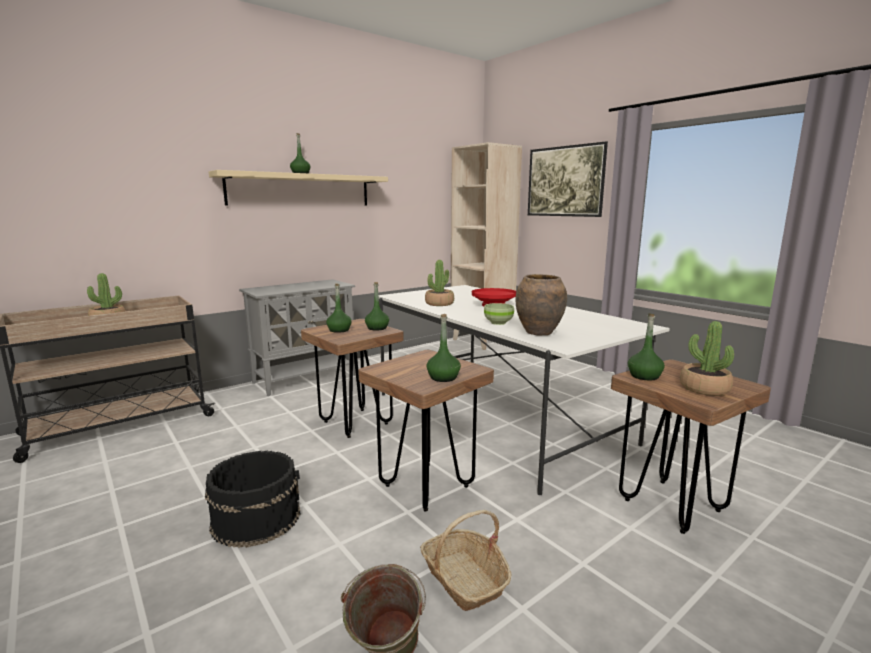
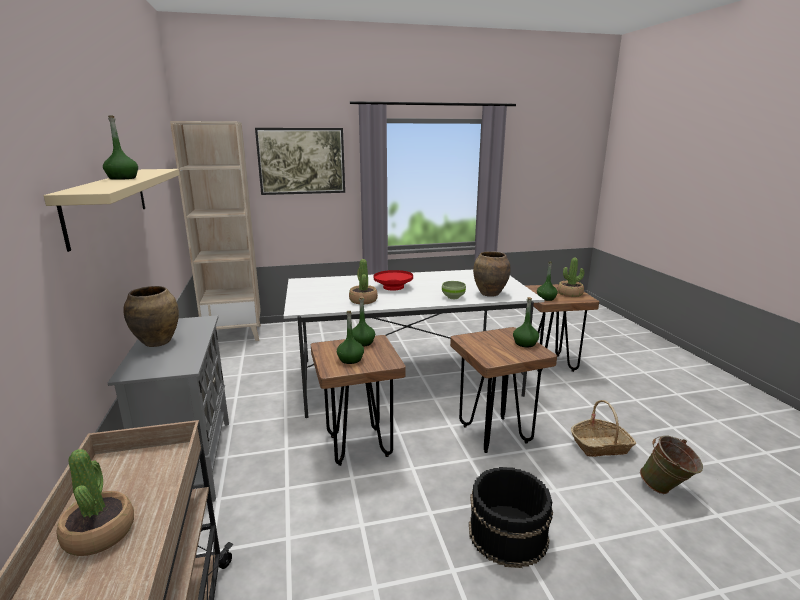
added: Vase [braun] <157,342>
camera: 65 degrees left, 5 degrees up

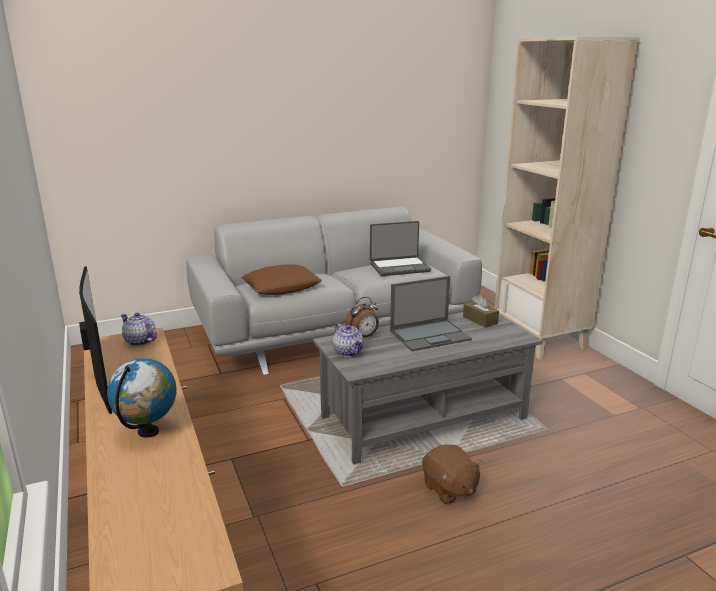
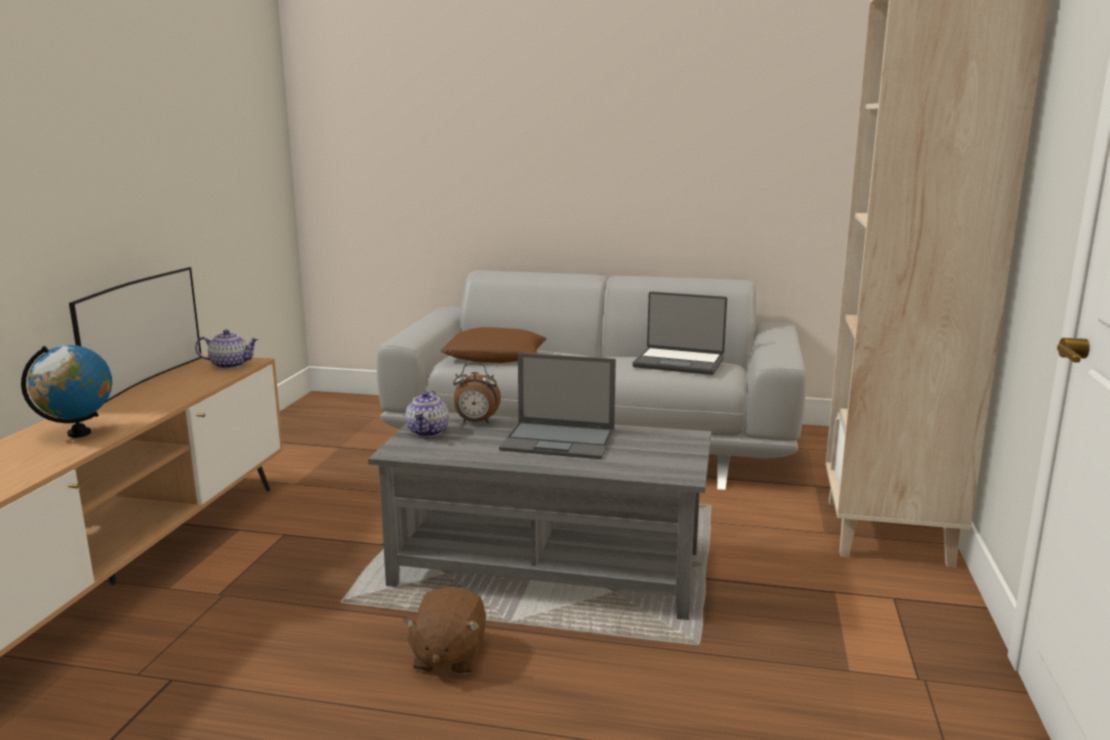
removed: Taschentuchbox [braun] <480,320>
turned: Teekanne <139,341> = <230,365> 105 degrees clockwise
camera: 35 degrees right, 5 degrees down

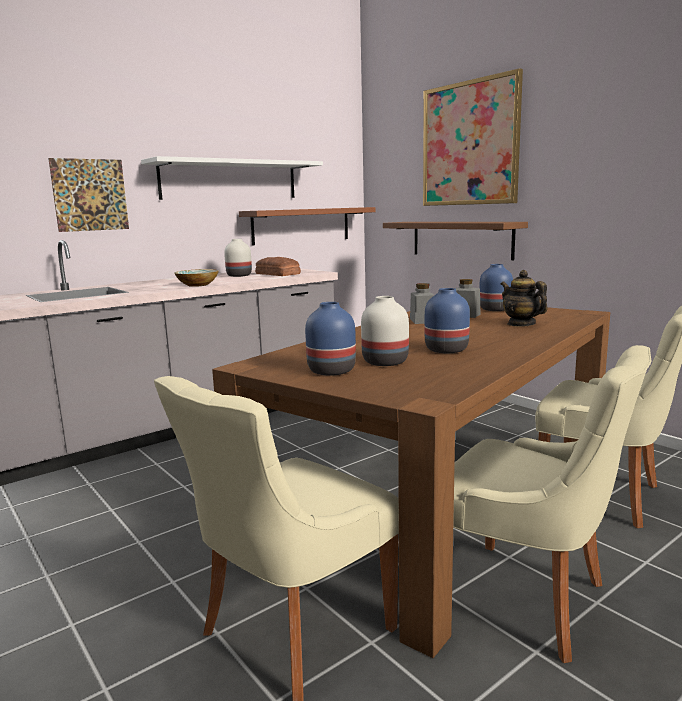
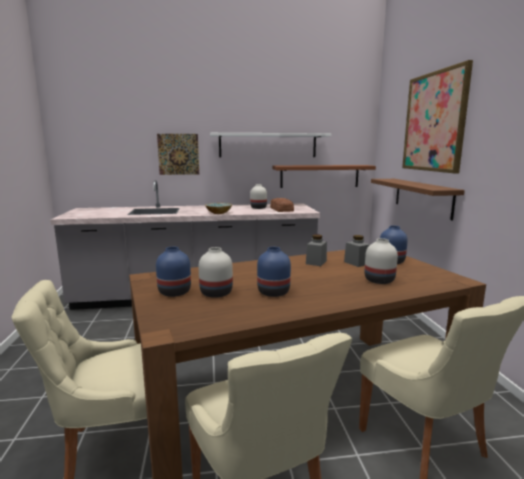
replaced: Teekanne <521,324> to Vase [weiß] <379,280>
camera: 30 degrees right, 0 degrees up

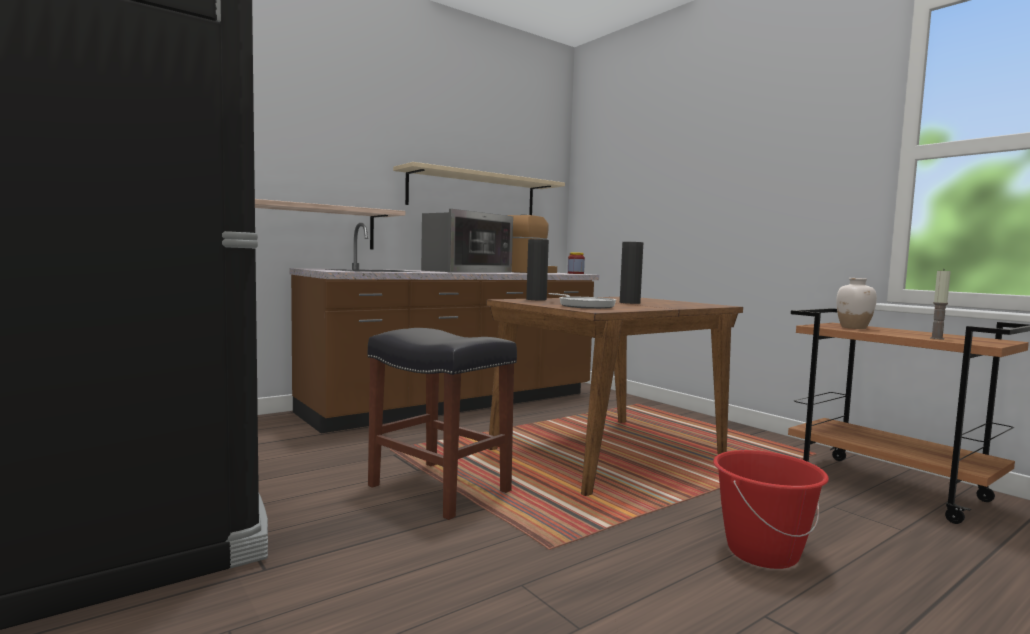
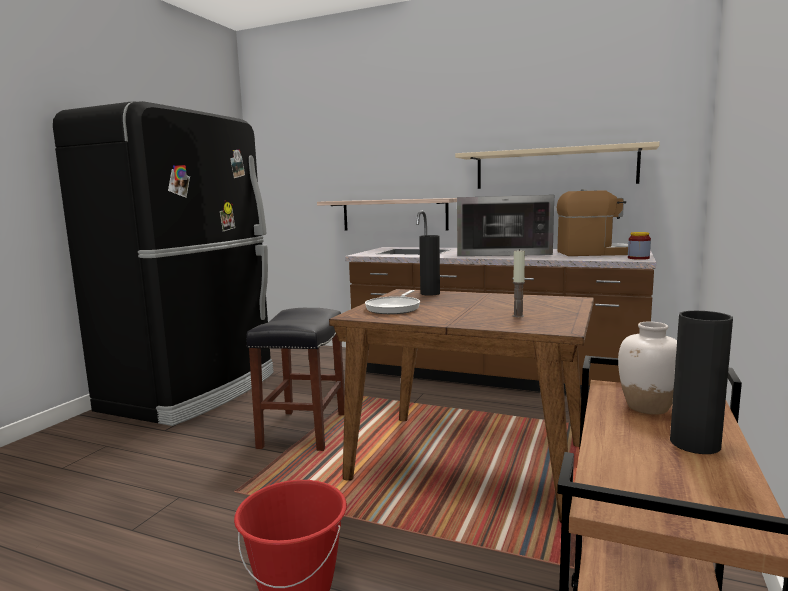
moved: Vase [schwarz] <629,302> to <695,444>; Kerze <937,338> to <518,316>
camera: 60 degrees right, 5 degrees up

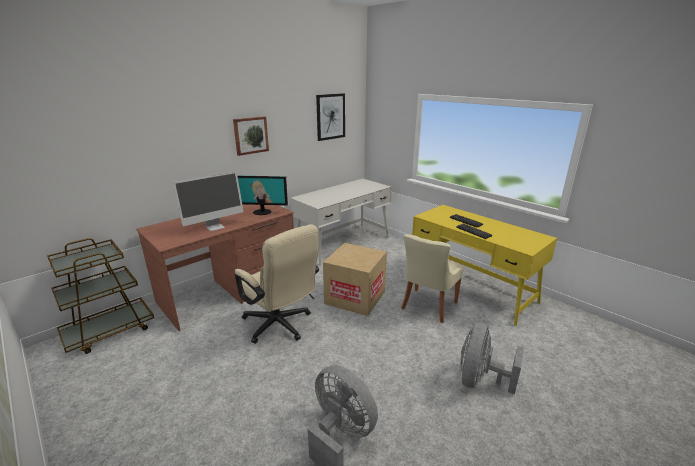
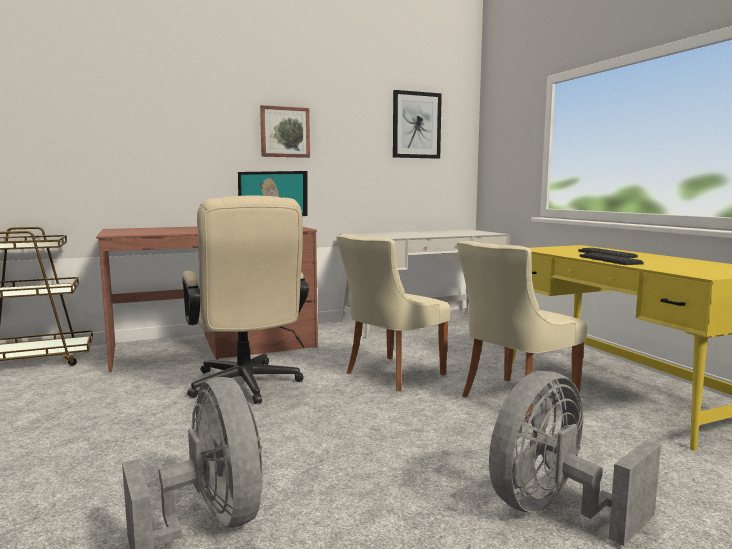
removed: Monitor <215,227>
replaced: Karton <355,297> to Stuhl [beige] <392,374>
camera: 20 degrees right, 15 degrees down

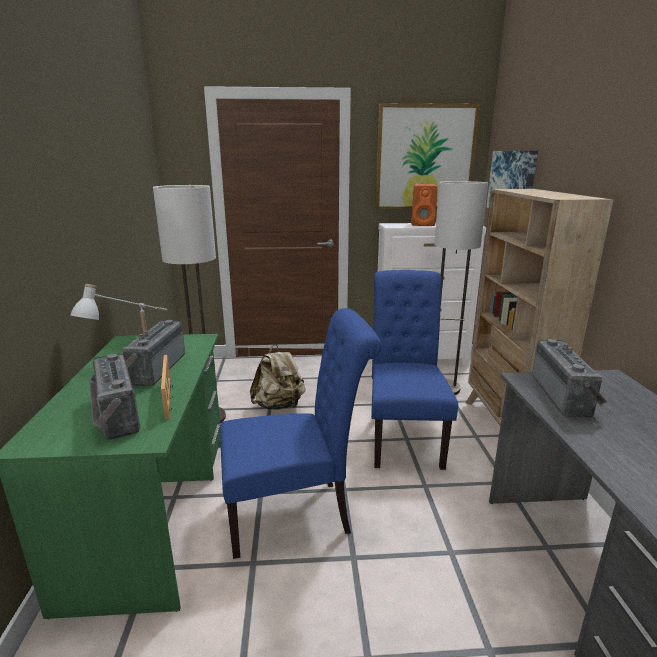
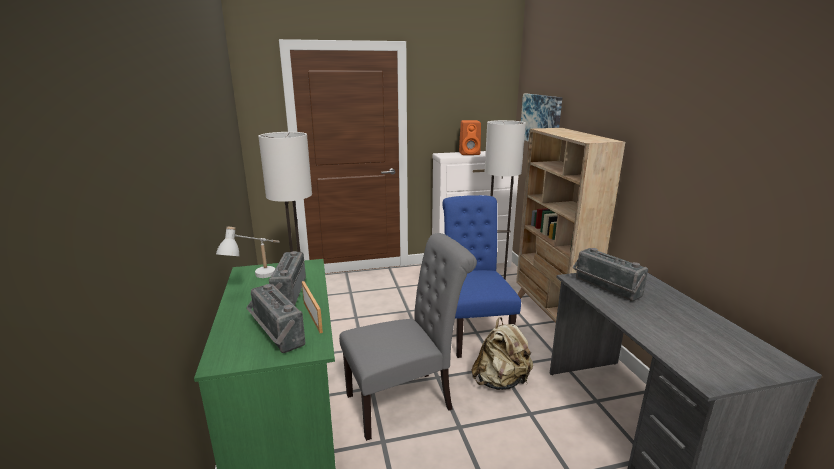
removed: Bild <425,158>
moved: Rucksack [beige] <279,405> to <501,381>
recoloured: Stuhl [blau] <296,514> to Stuhl [grau] <406,400>
turned: Radio <564,396> = <605,288> 150 degrees clockwise
camera: 10 degrees left, 0 degrees up

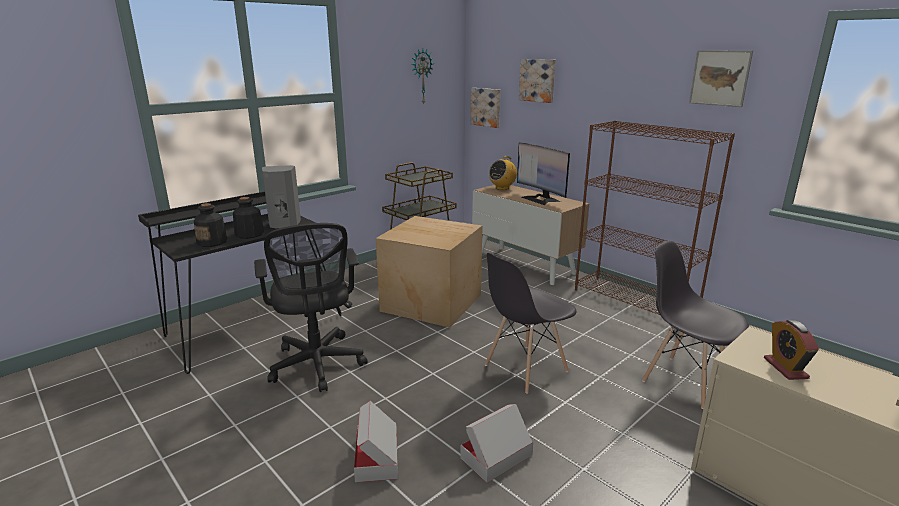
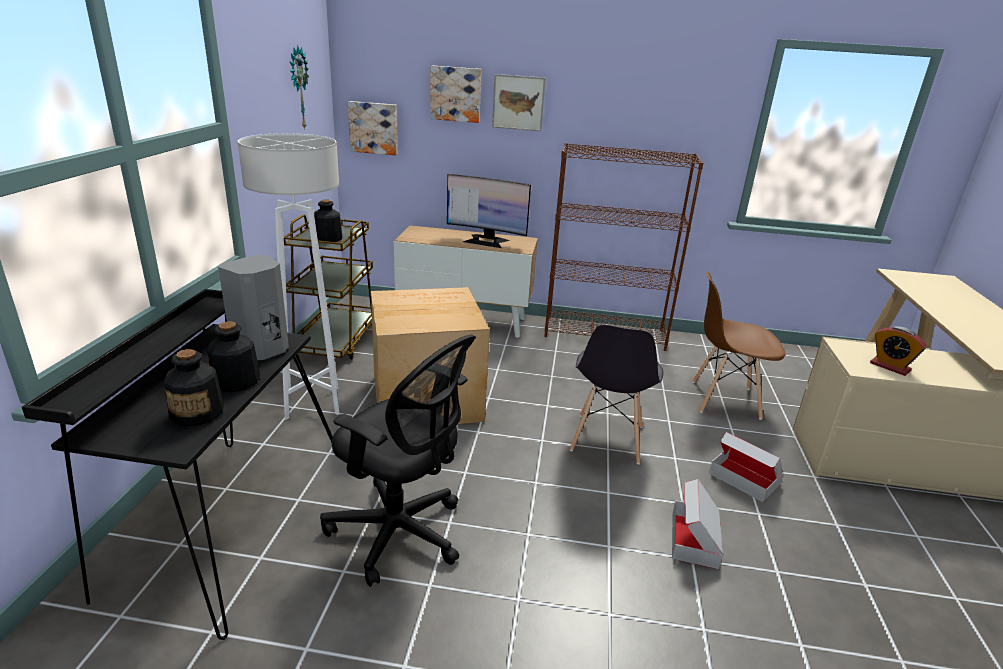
removed: Radio <502,188>
added: Stehlampe [weiß] <312,403>; Flasche <327,239>
moved: Karton <377,457> to <744,479>; Bild <720,78> to <518,102>
recoloured: Stuhl [grau] <684,381> to Stuhl [braun] <724,399>
camera: 40 degrees left, 5 degrees up

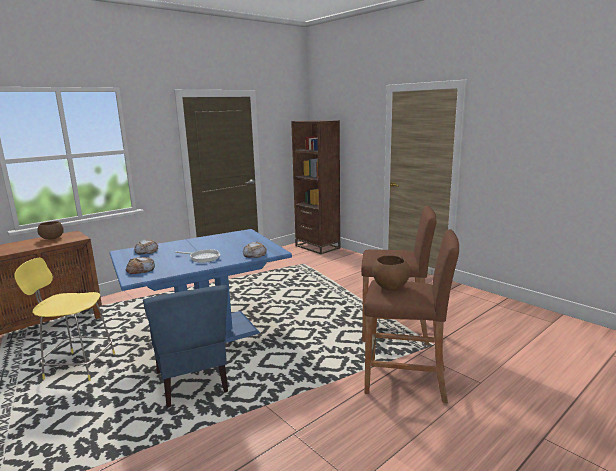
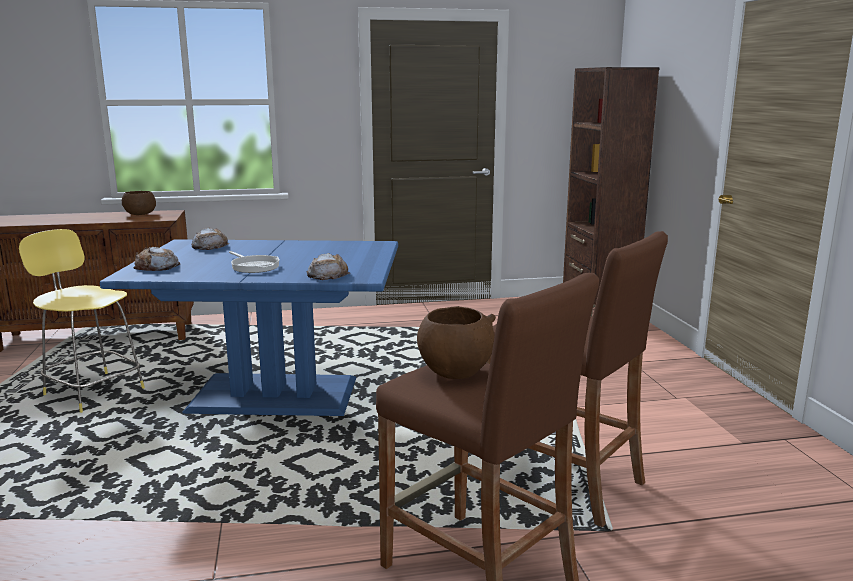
removed: Stuhl [blau] <193,381>
camera: 30 degrees right, 0 degrees up

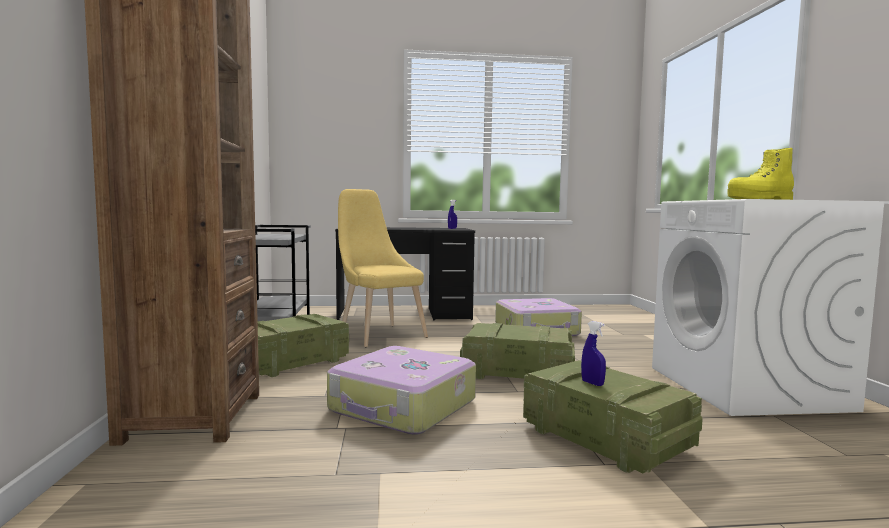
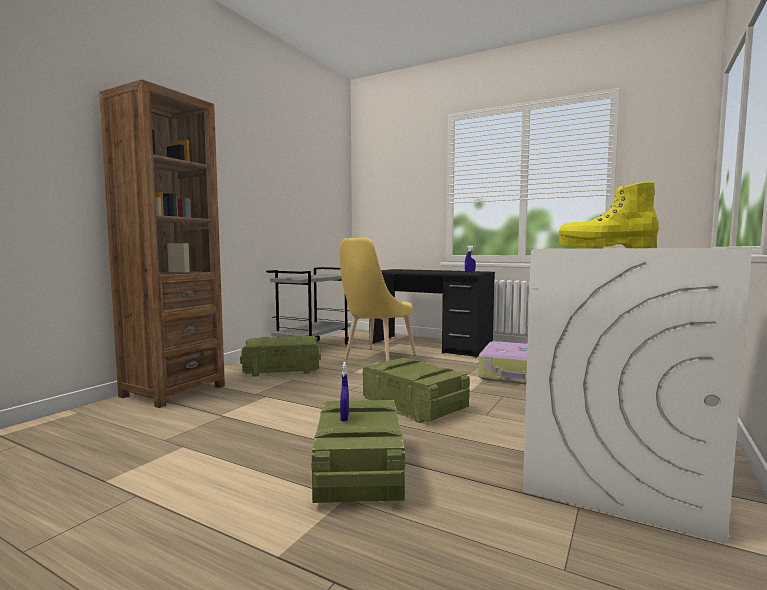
removed: Koffer <403,406>
turned: Stuhl [gelb] <378,334> = <377,358> 150 degrees counterclockwise
camera: 35 degrees right, 0 degrees up

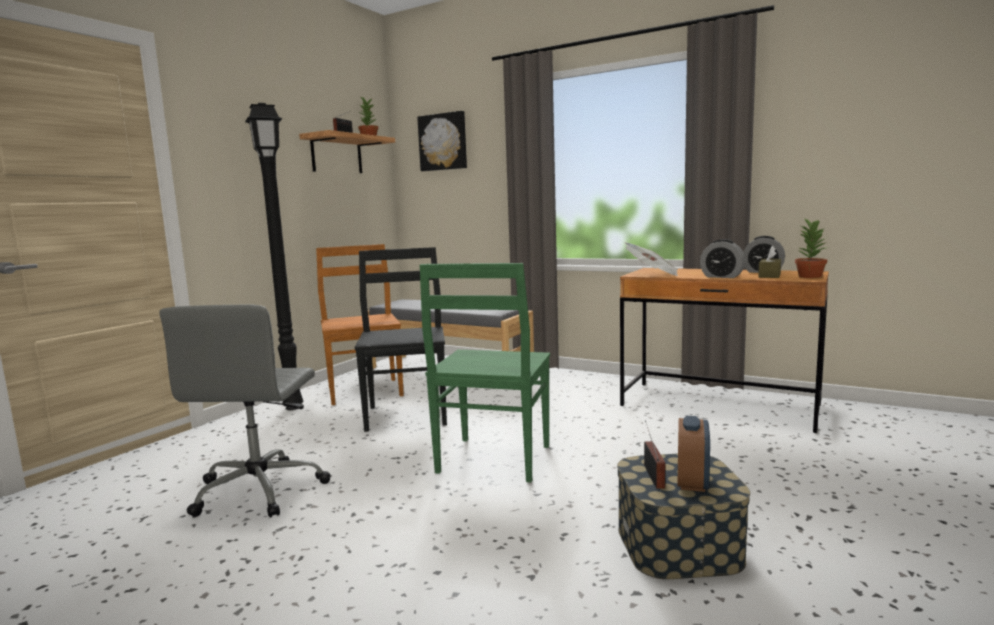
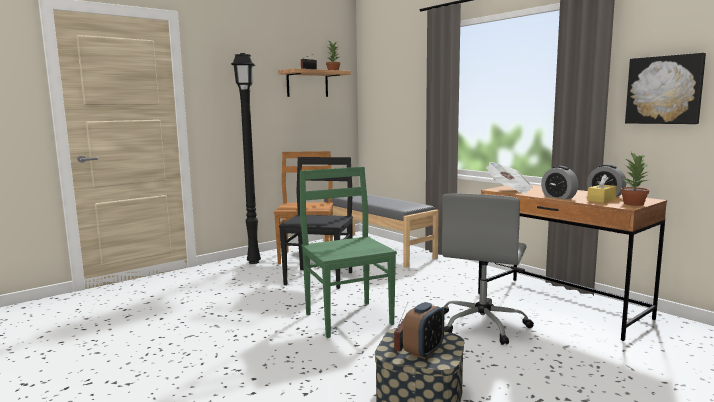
moved: Bürostuhl [grau] <260,489> to <482,324>; Bild <443,142> to <664,90>
recoloured: Taschentuchbox [braun] <769,275> to Taschentuchbox [gelb] <601,199>
turned: Stuhl [grün] <493,460> = <348,318> 120 degrees clockwise
camera: 20 degrees right, 0 degrees up

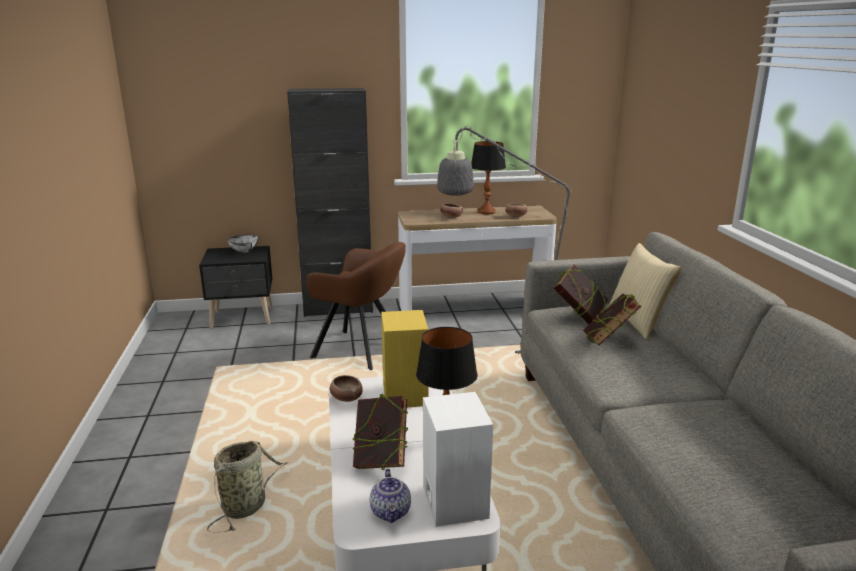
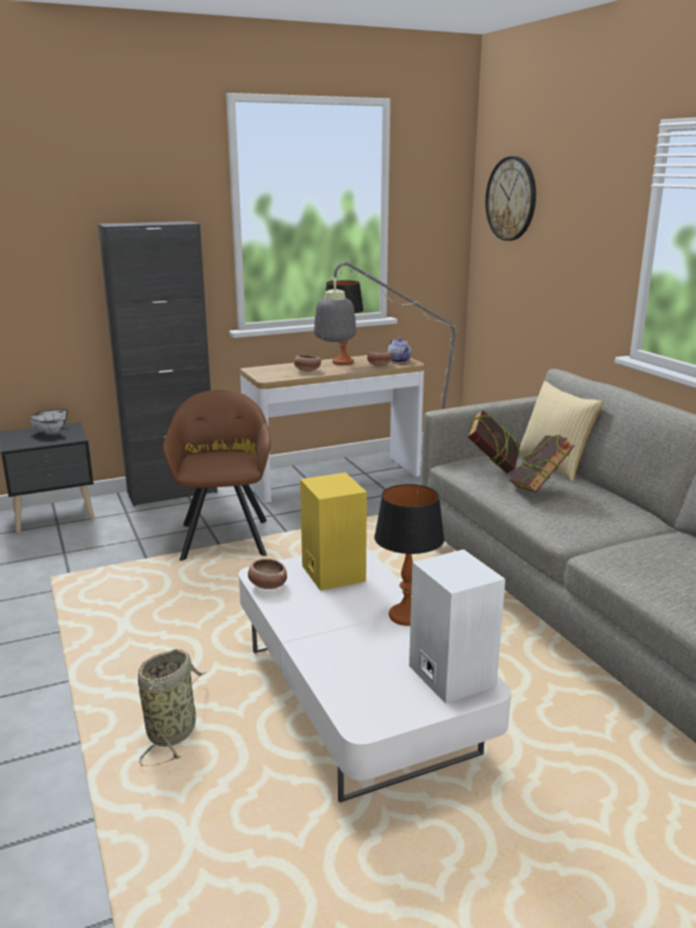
removed: Buch <381,460>
added: Wanduhr <511,199>
moved: Teekanne <391,512> to <399,361>
turned: Sessel [braun] <361,350> = <225,537> 105 degrees counterclockwise
camera: 15 degrees left, 0 degrees up

